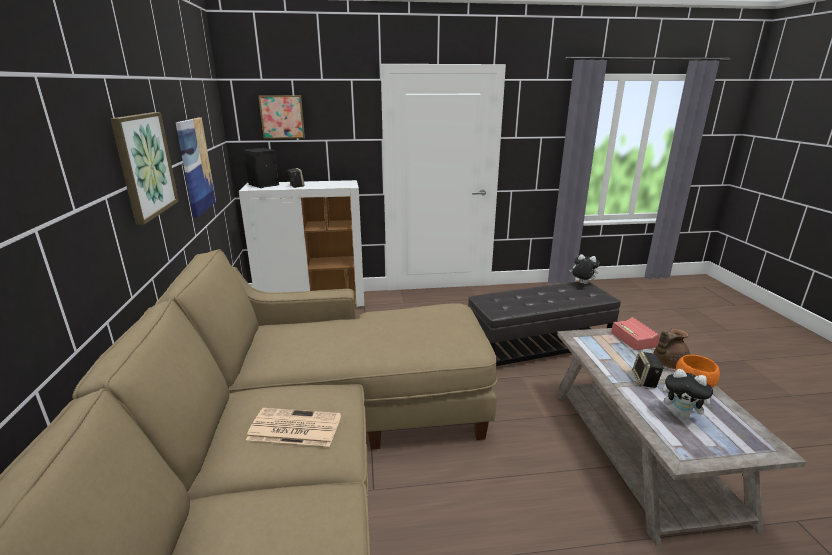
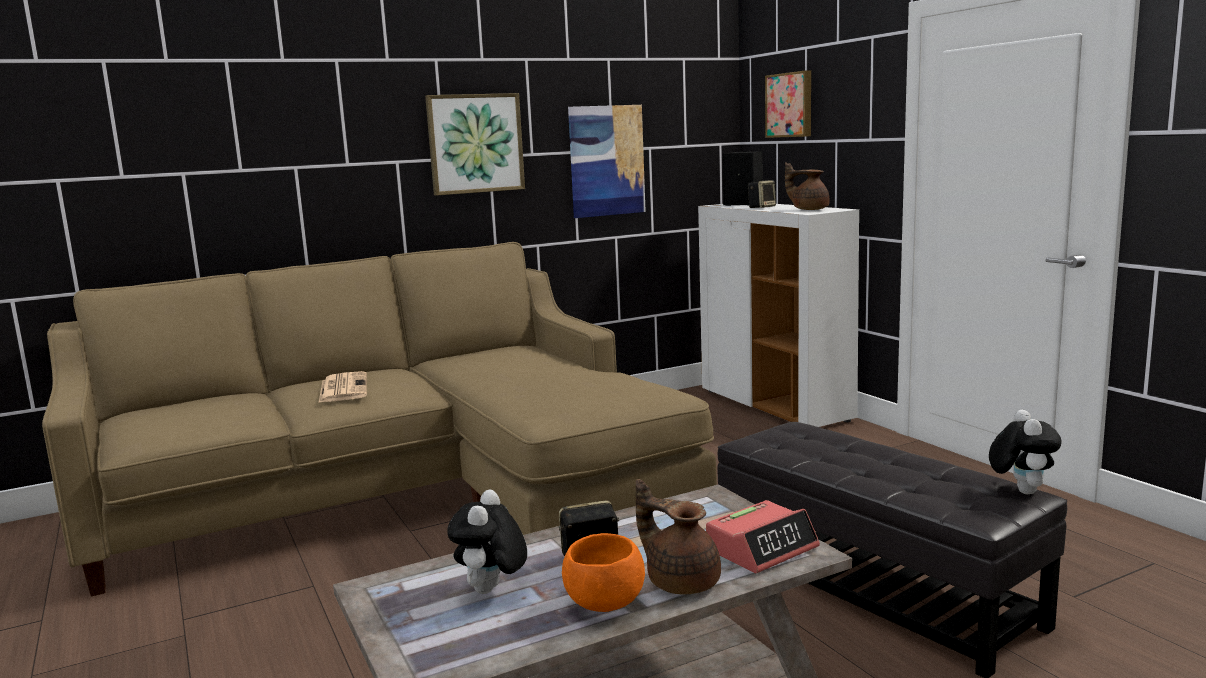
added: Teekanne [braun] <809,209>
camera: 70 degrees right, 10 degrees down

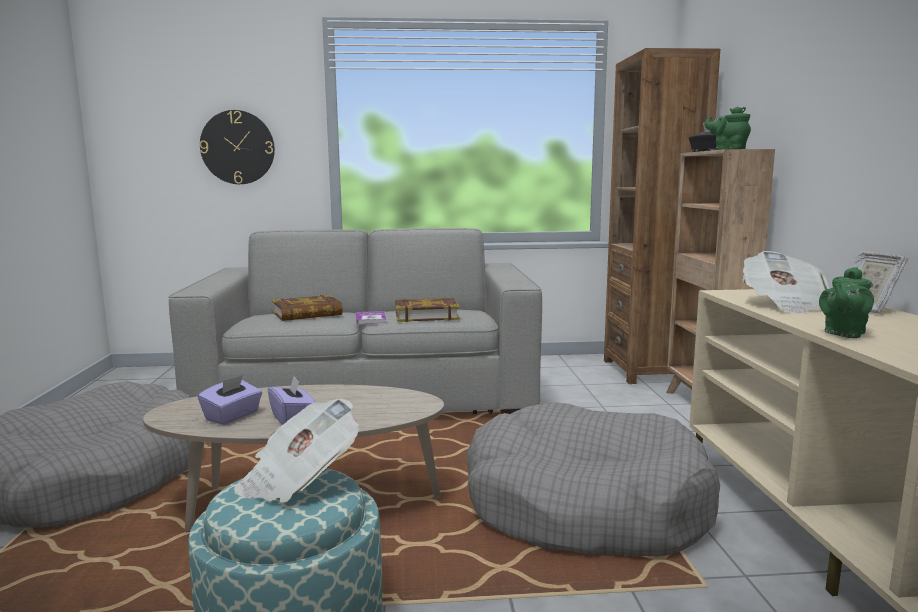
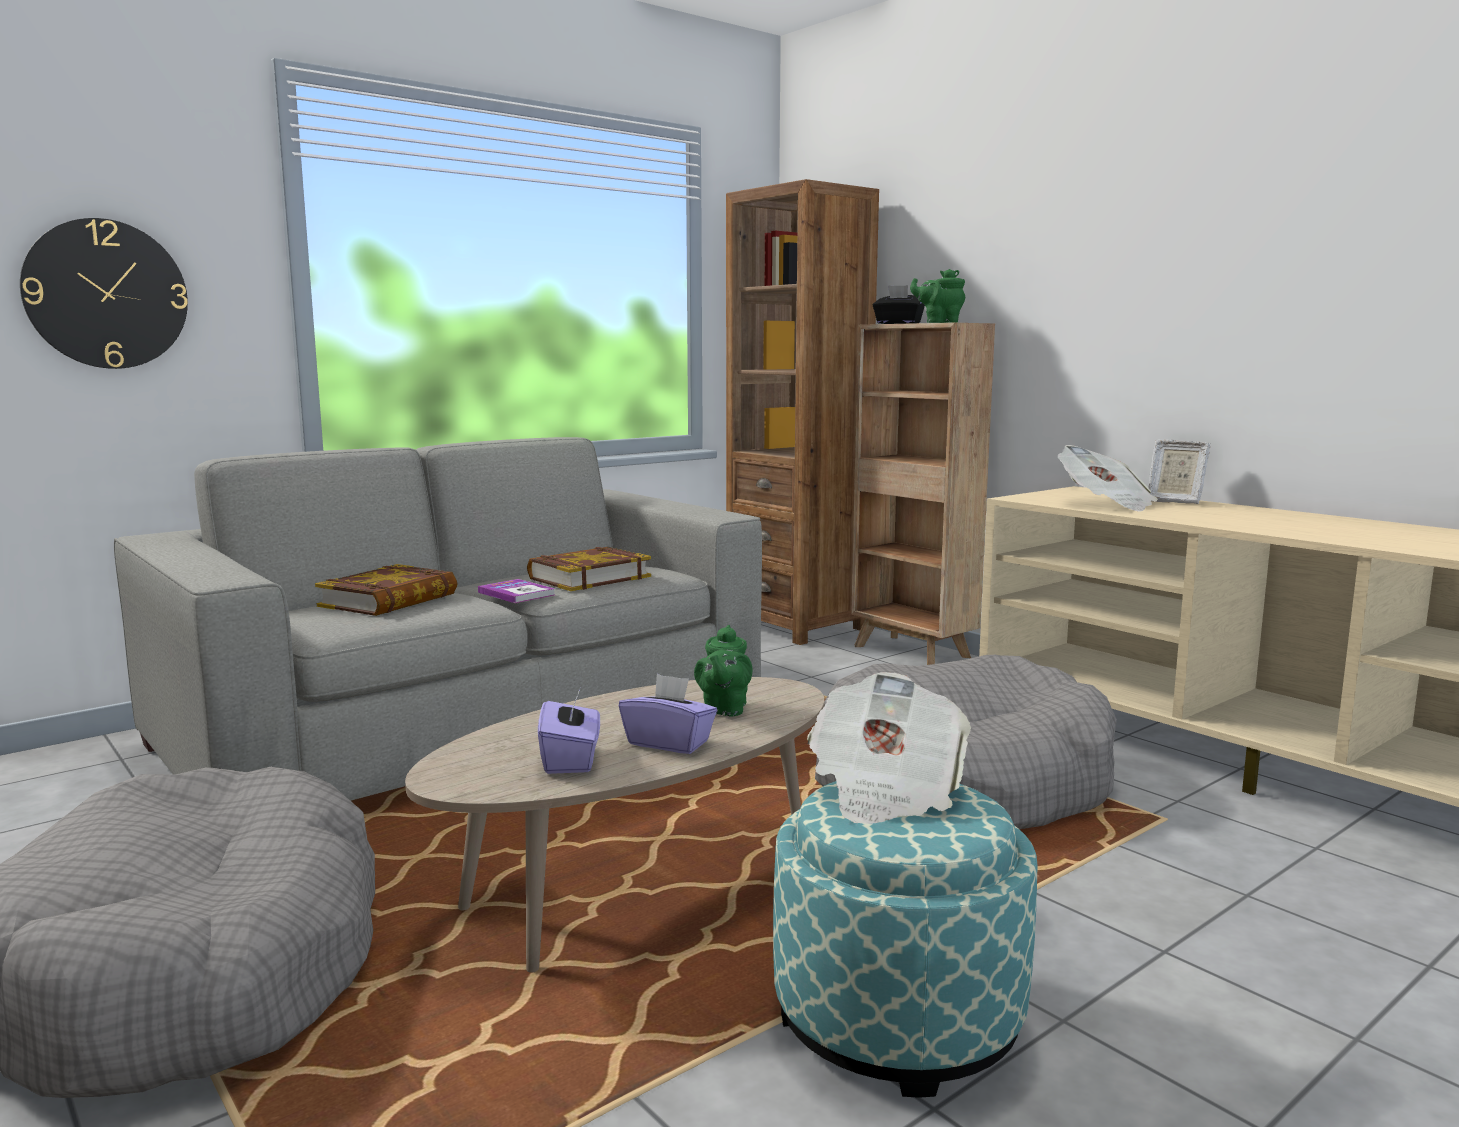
moved: Teekanne [grün] <843,333> to <724,709>
camera: 35 degrees left, 0 degrees up

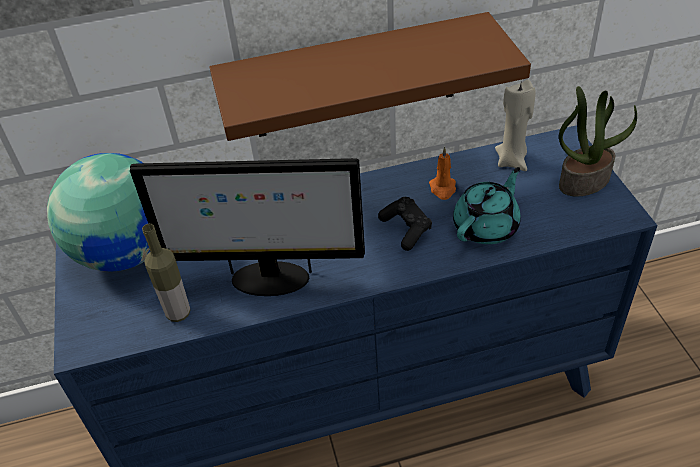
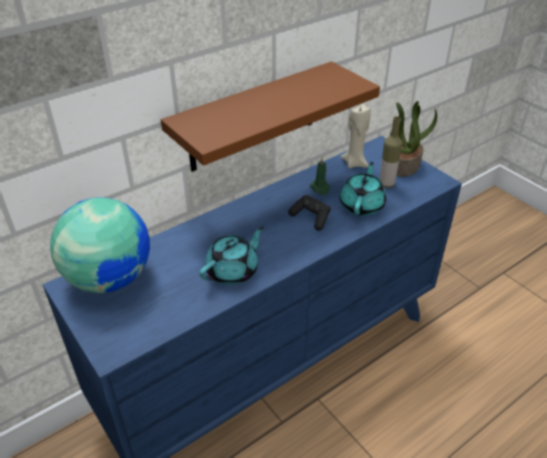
moved: Flasche <178,313> to <386,184>
replaced: Monitor <268,279> to Teekanne [türkis] <233,271>
recoloured: Kerze [orange] <443,189> to Kerze [grün] <320,188>
camera: 25 degrees left, 5 degrees down

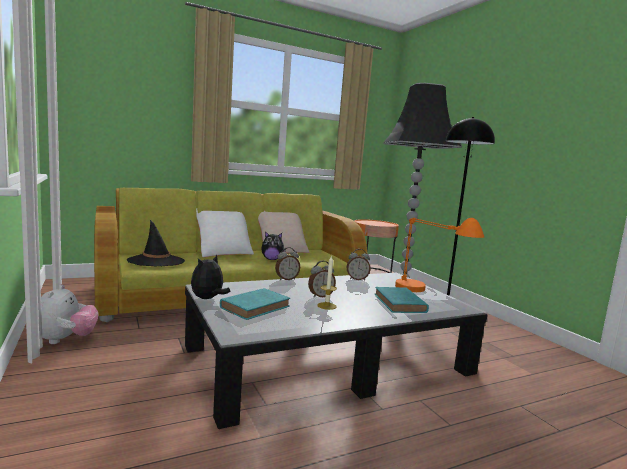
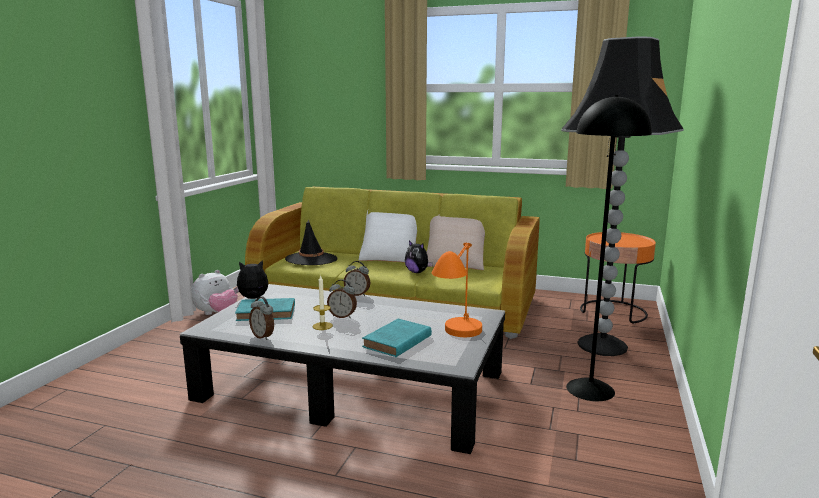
moved: Wecker <357,279> to <263,336>
camera: 45 degrees right, 5 degrees up

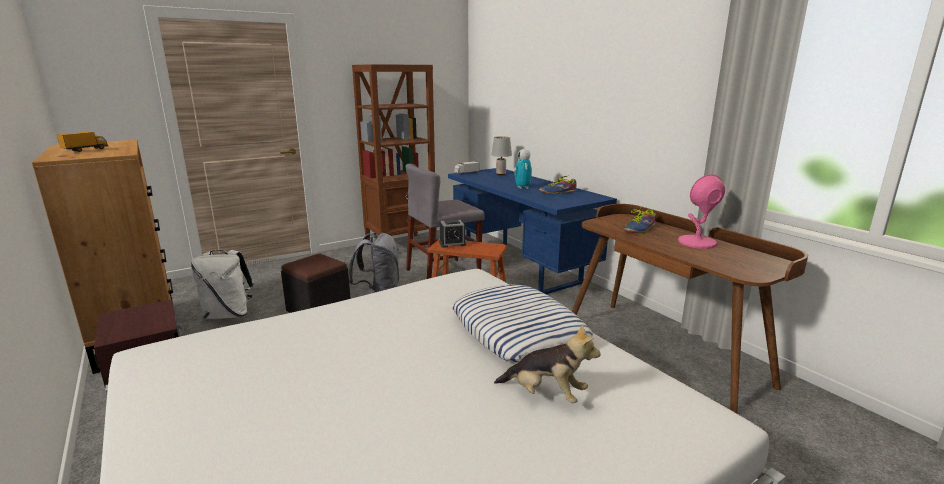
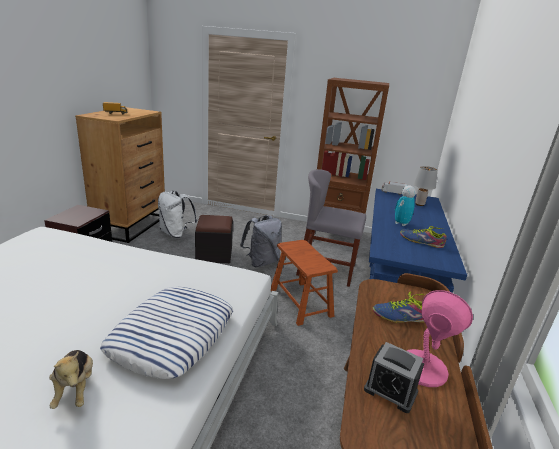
moved: Wecker <452,243> to <390,391>
camera: 45 degrees right, 5 degrees up

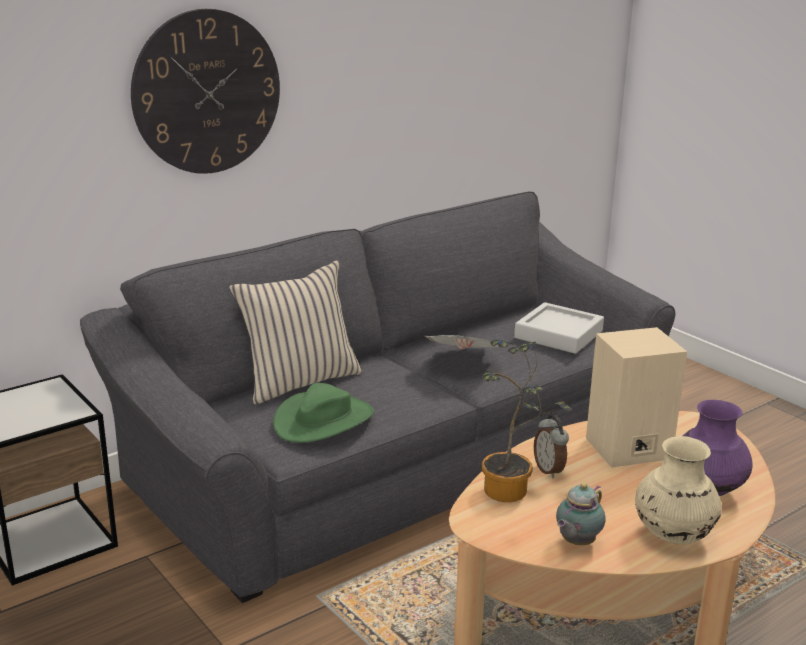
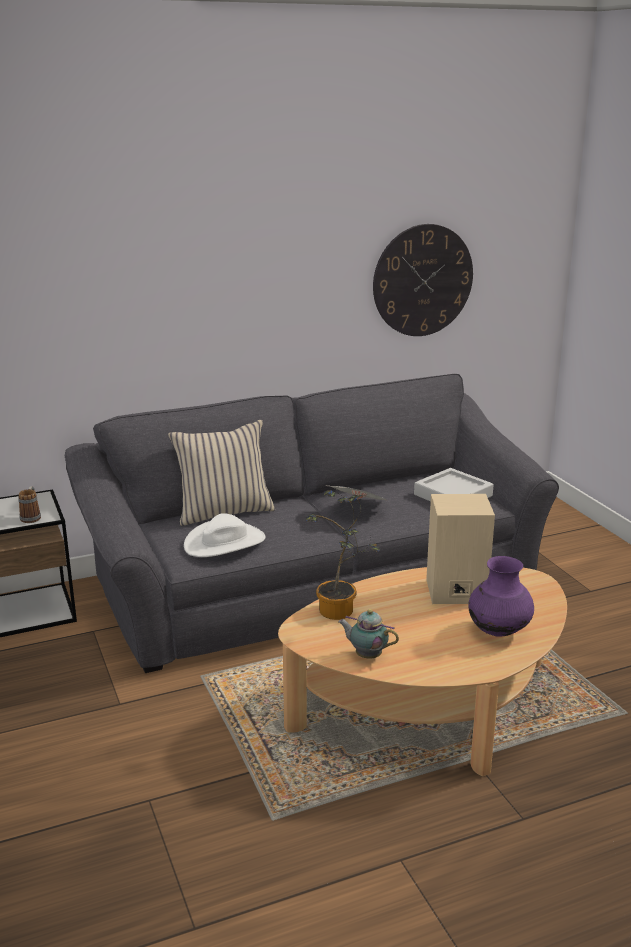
removed: Wecker <549,470>; Vase [beige] <672,535>
added: Henkelbecher <31,516>
moved: Wanduhr <207,92> to <423,280>
recoloured: Hut [grün] <323,420> to Hut [weiß] <225,542>
turned: Teekanne <576,543> = <367,655> 60 degrees clockwise
camera: 15 degrees right, 0 degrees up

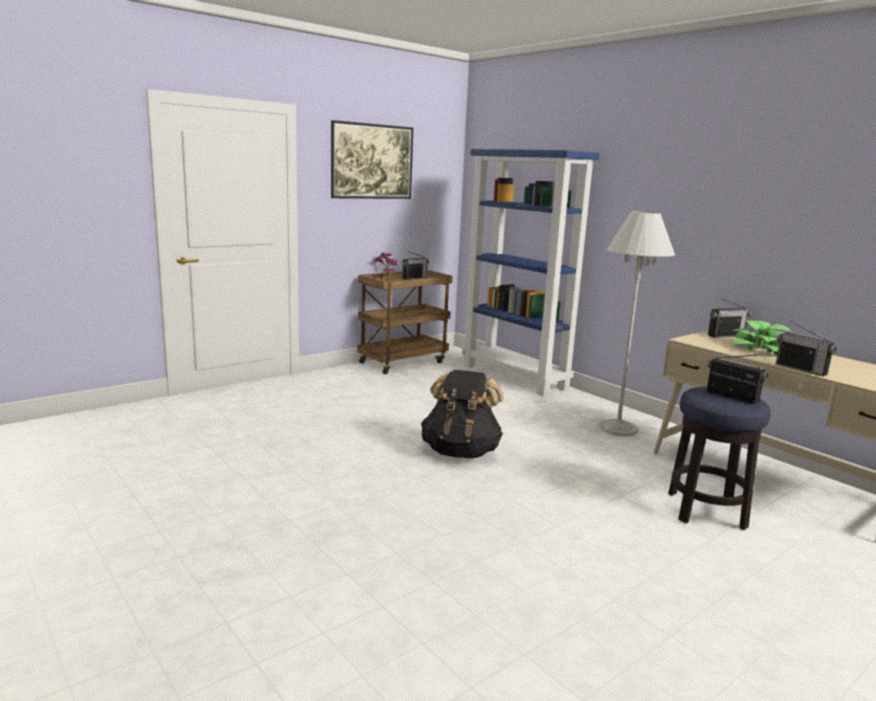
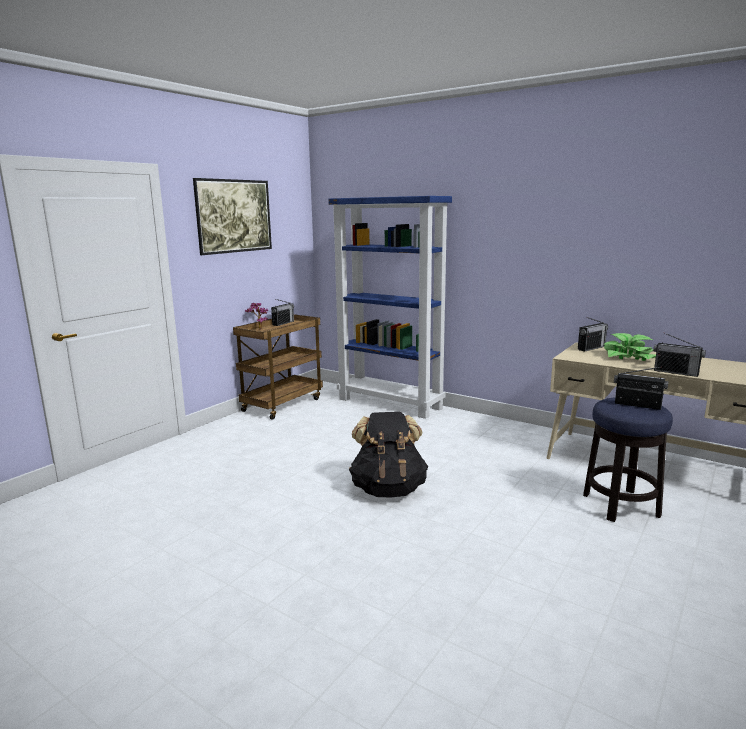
removed: Stehlampe [weiß] <618,428>
camera: 15 degrees left, 0 degrees up

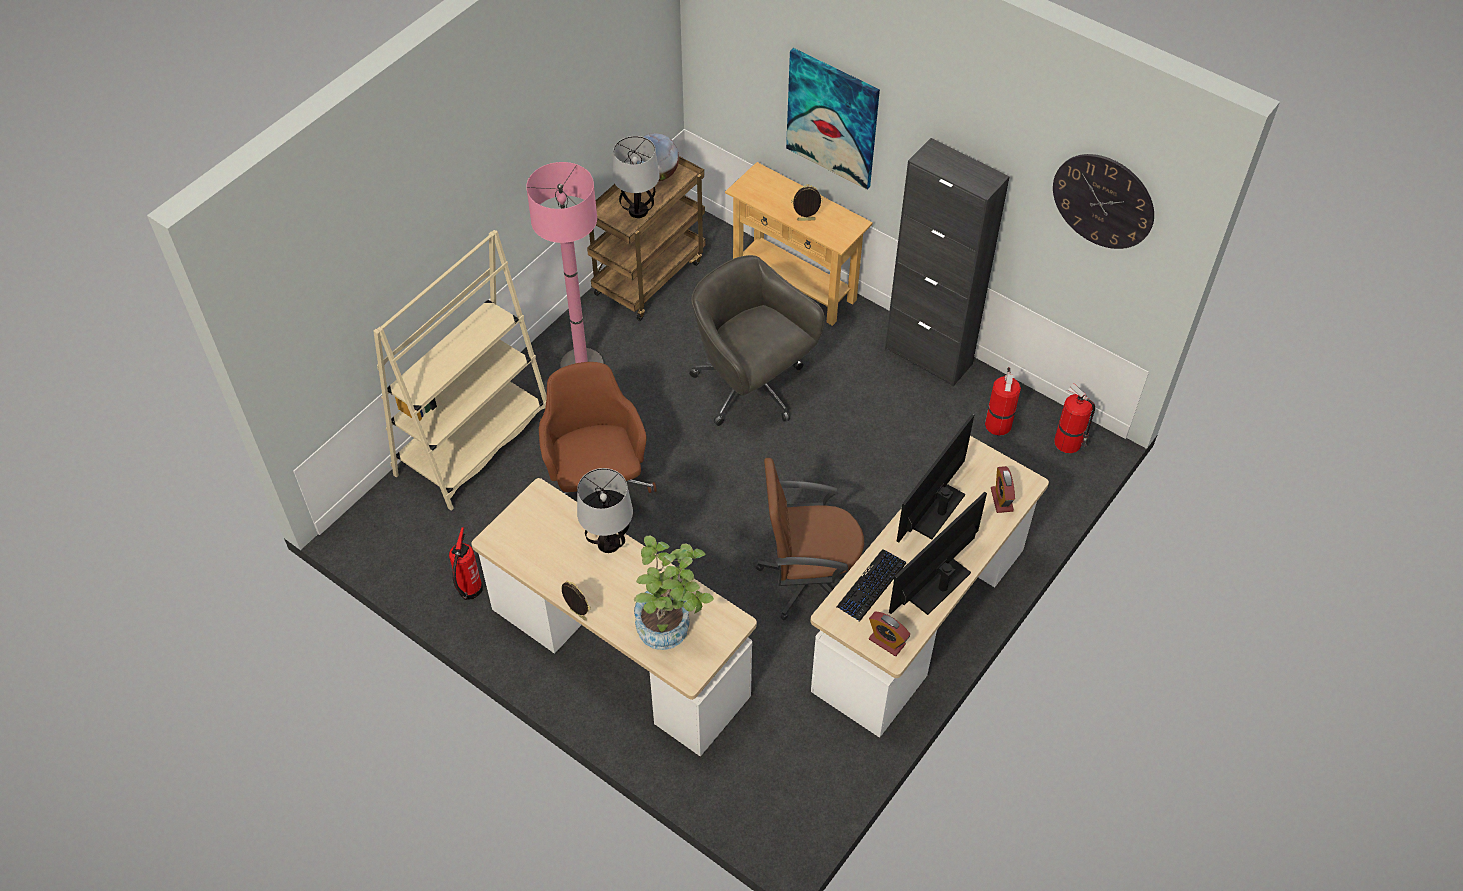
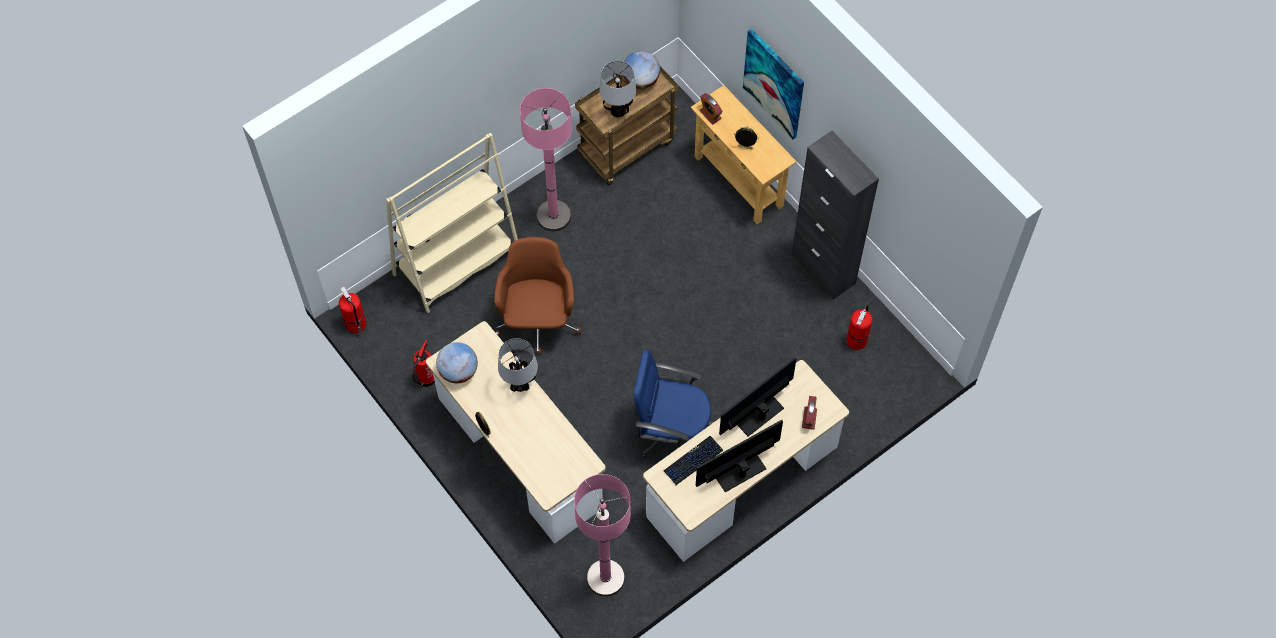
removed: Topfpflanze <671,629>; Bürostuhl [grau] <751,388>; Wanduhr <1103,201>
added: Globus <458,371>; Stehlampe [rosa] <605,578>
moved: Wecker <887,641> to <710,114>; Feuerlöscher <1069,443> to <356,324>
recoloured: Bürostuhl [braun] <808,579> to Bürostuhl [blau] <671,430>
camera: 15 degrees right, 10 degrees up

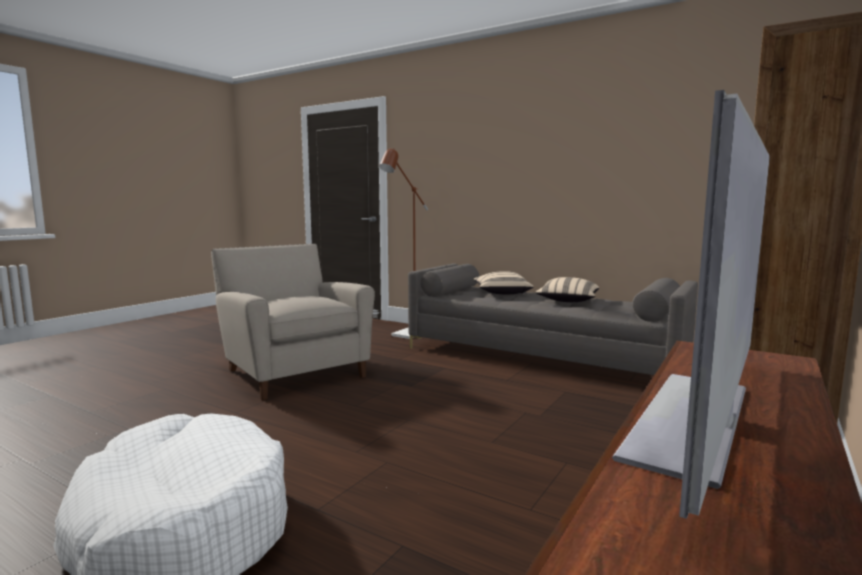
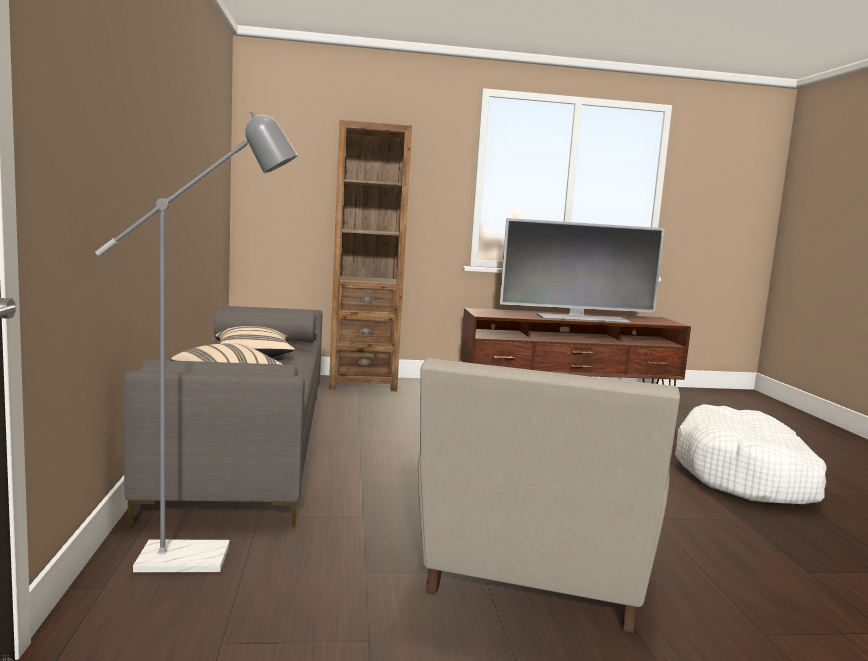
recoloured: Stehlampe [braun] <406,335> to Stehlampe [grau] <201,558>
camera: 130 degrees left, 0 degrees up

